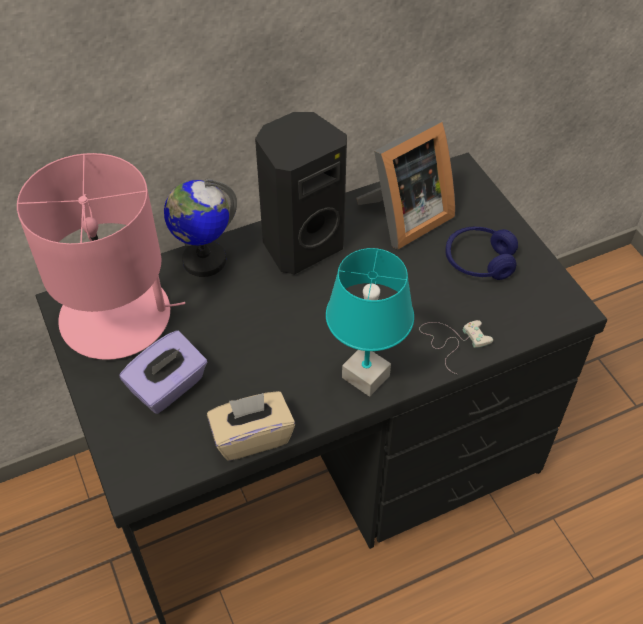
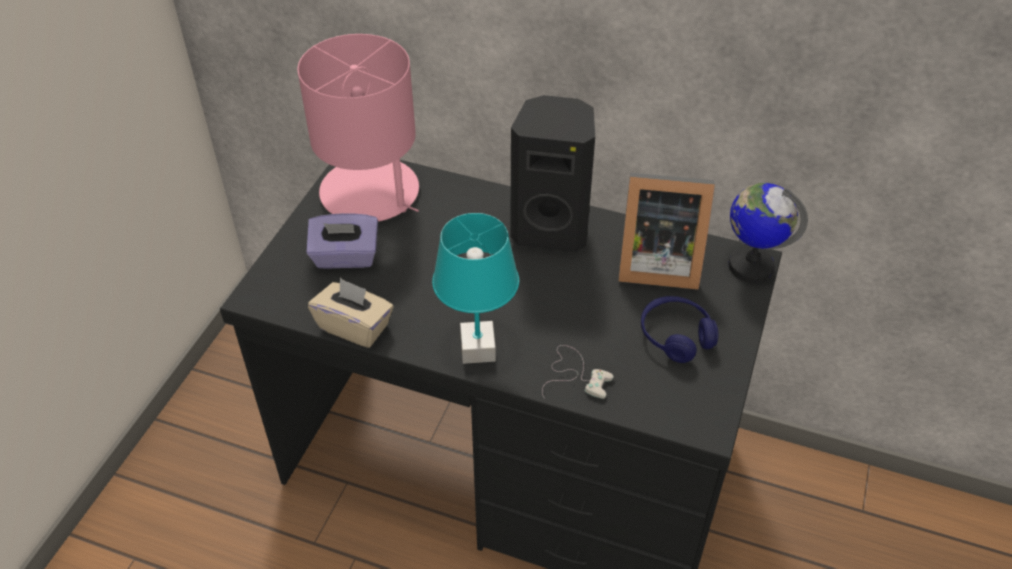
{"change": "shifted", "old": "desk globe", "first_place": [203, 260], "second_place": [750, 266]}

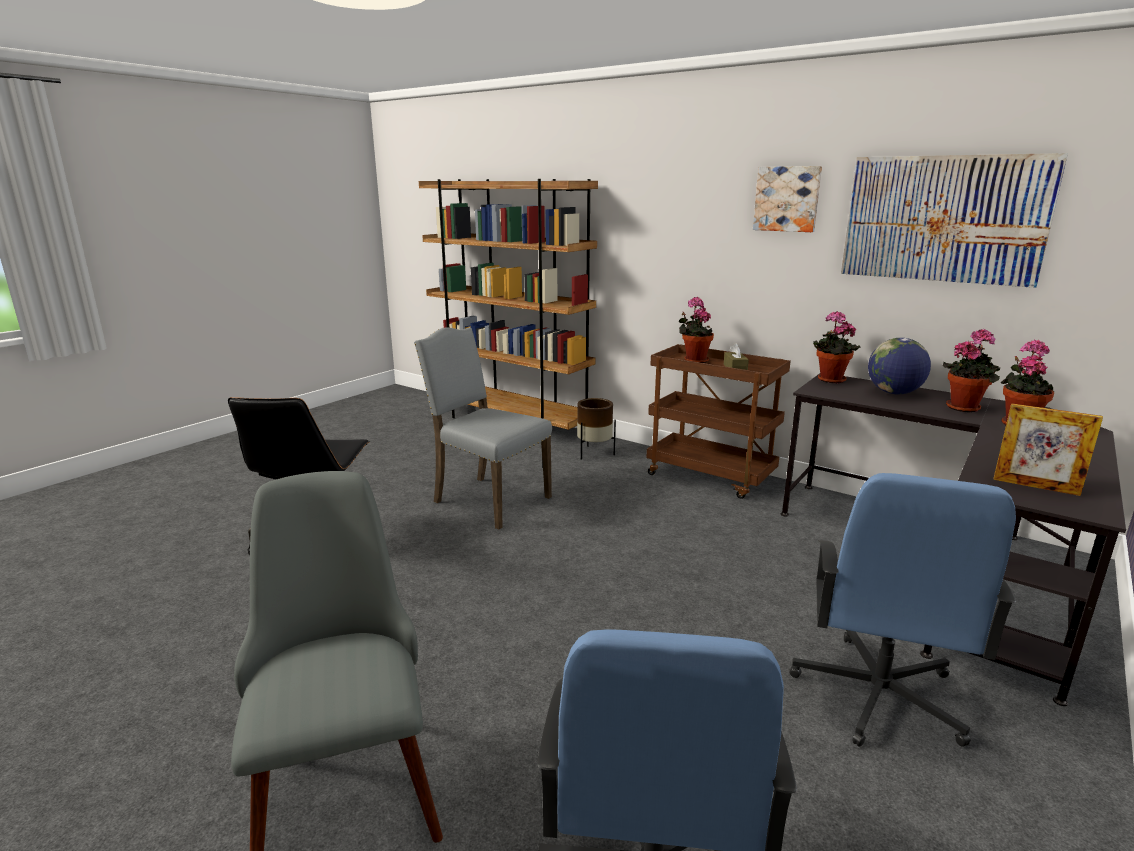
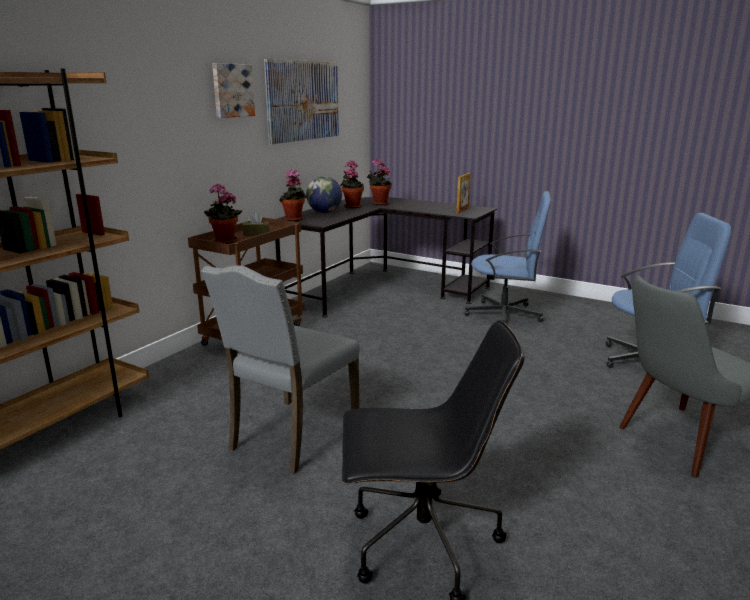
{"change": "gone", "old": "plant pot in brown", "first_place": [594, 453]}

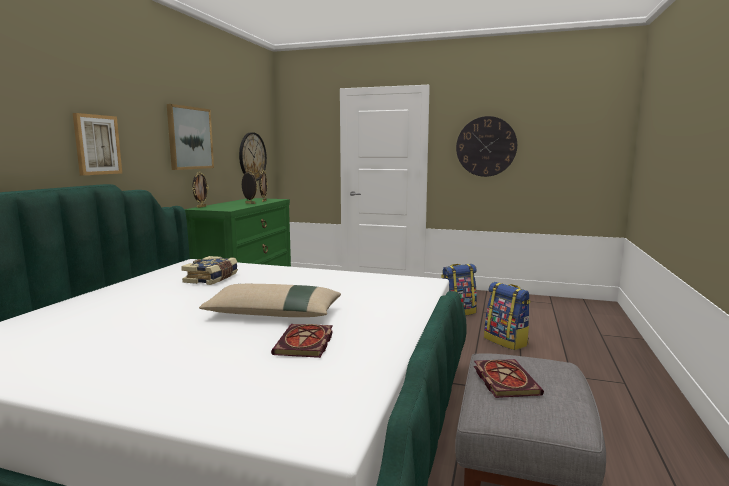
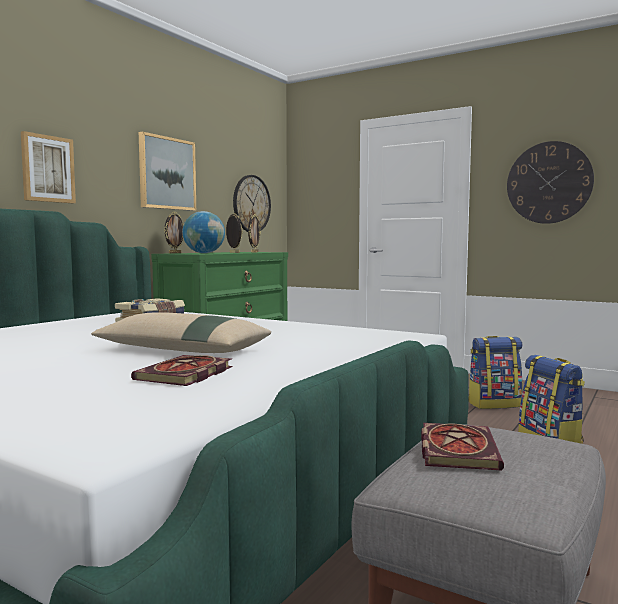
{"change": "new", "new": "desk globe", "second_place": [204, 253]}

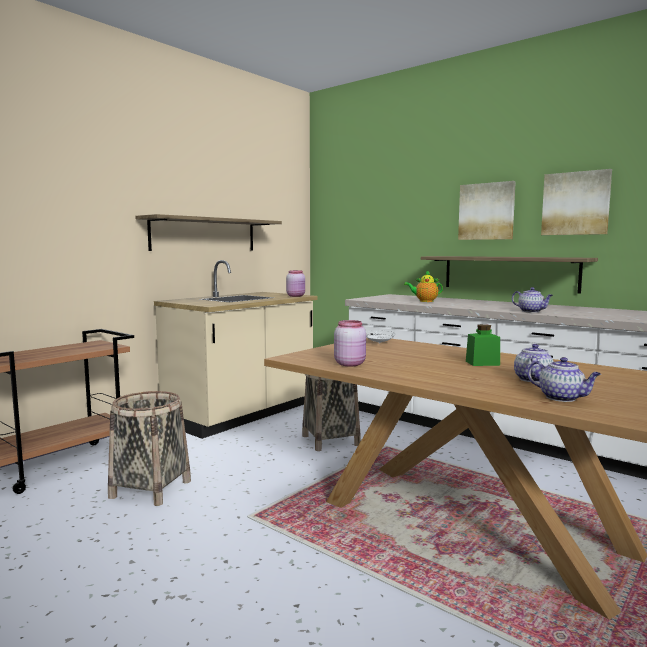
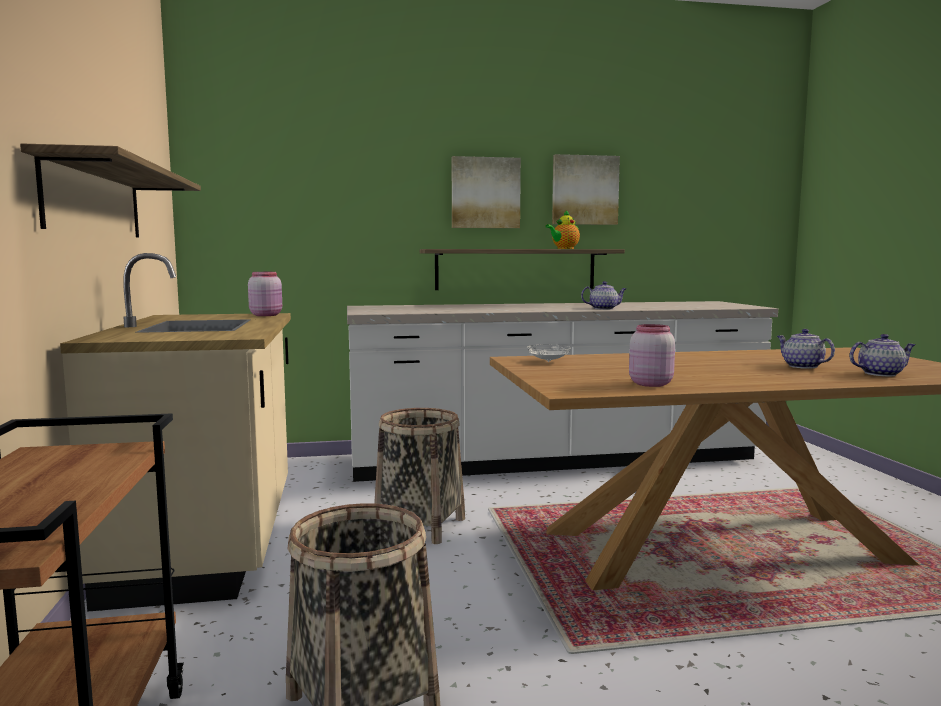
{"change": "shifted", "old": "tea pot", "first_place": [424, 301], "second_place": [564, 249]}
{"change": "gone", "old": "jar in greenish", "first_place": [482, 363]}

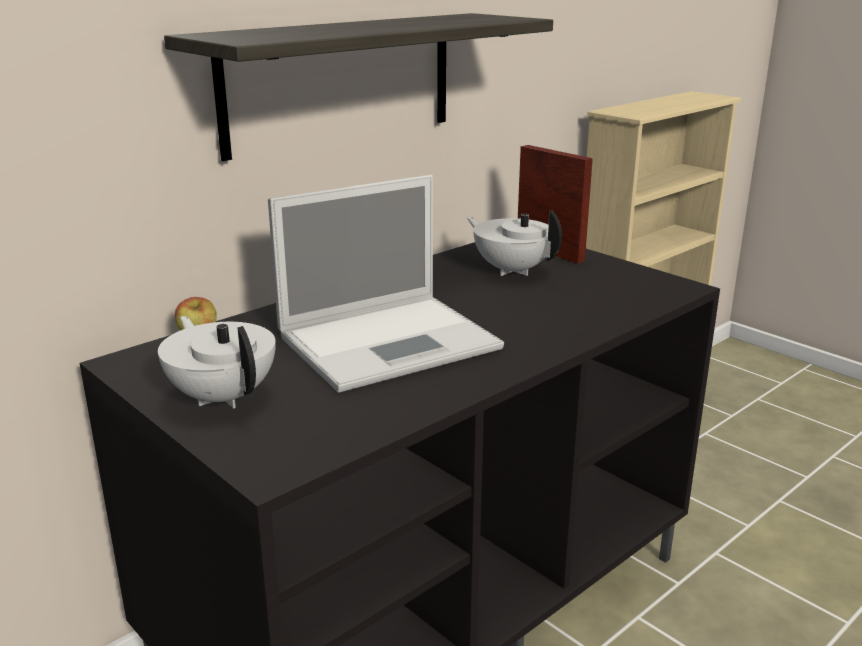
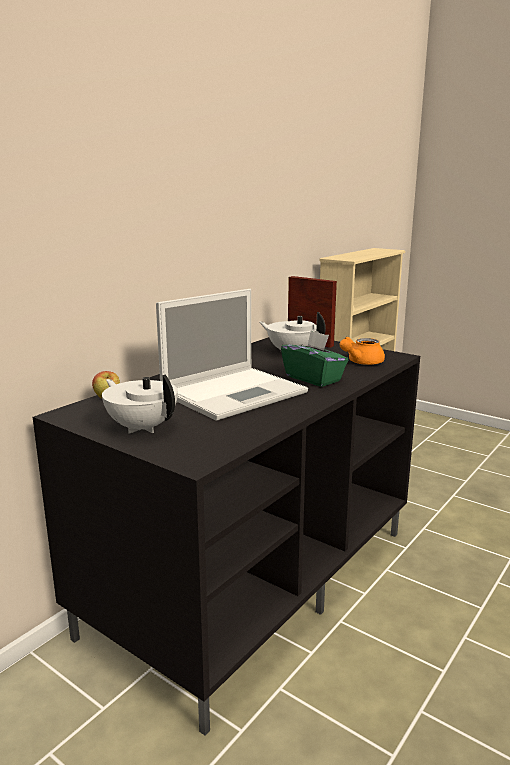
{"change": "gone", "old": "shelf", "first_place": [340, 82]}
{"change": "new", "new": "tissue box in greenish", "second_place": [313, 378]}
{"change": "new", "new": "tea pot in orange", "second_place": [361, 362]}

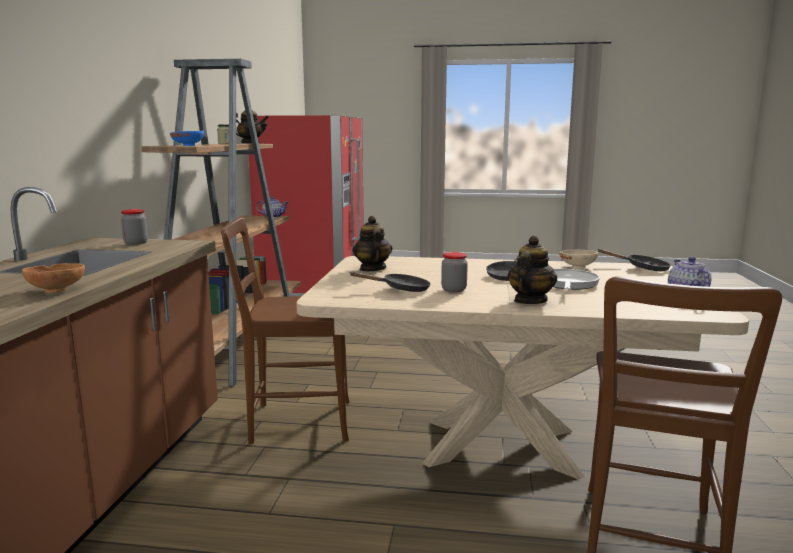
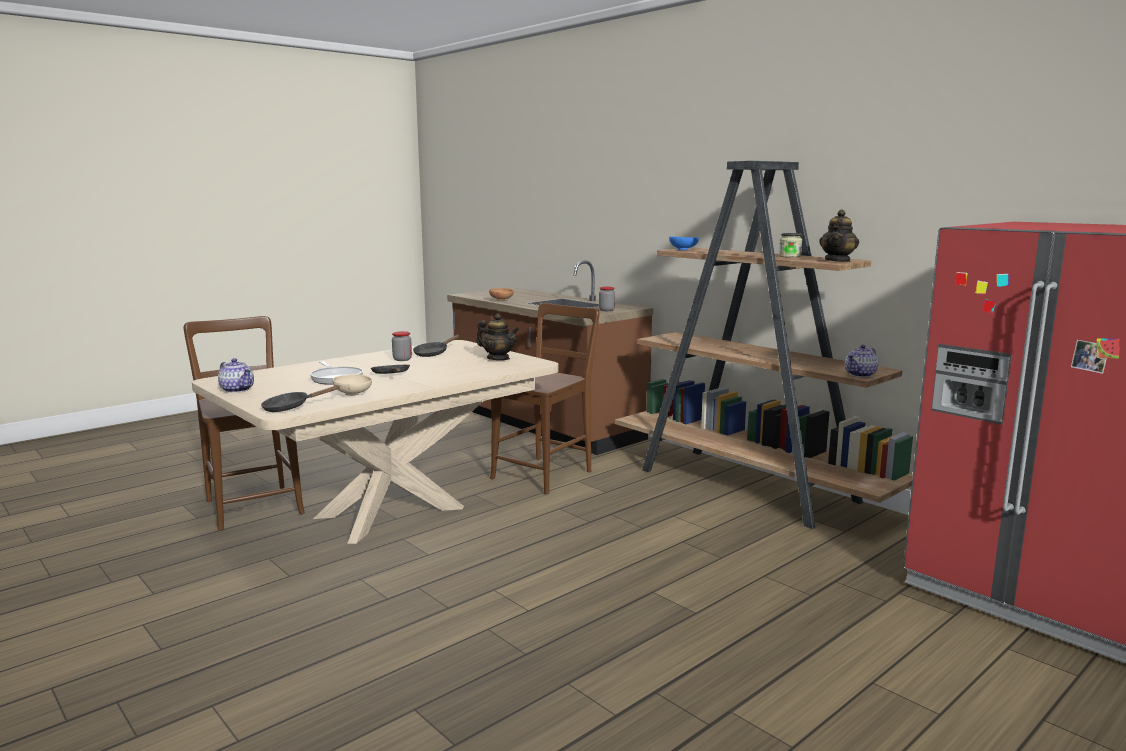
{"change": "gone", "old": "tea pot", "first_place": [530, 301]}

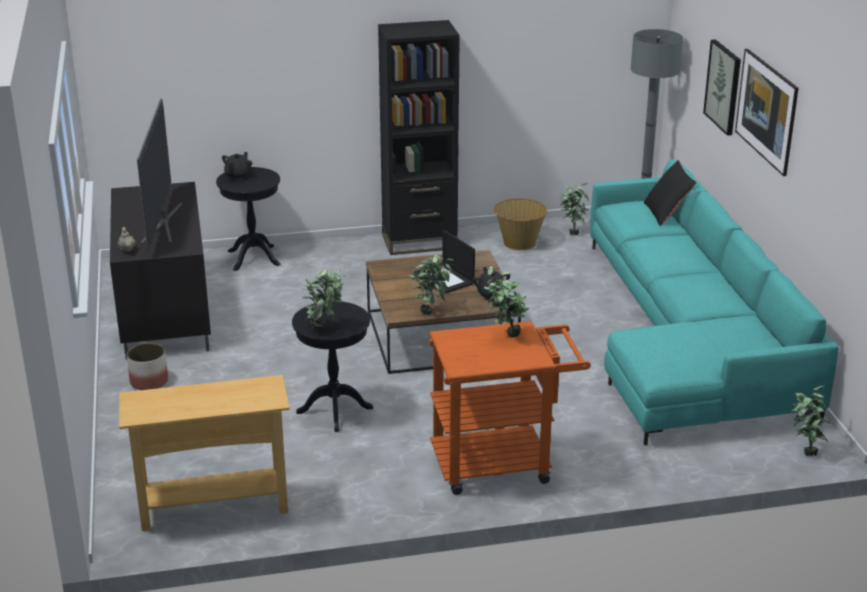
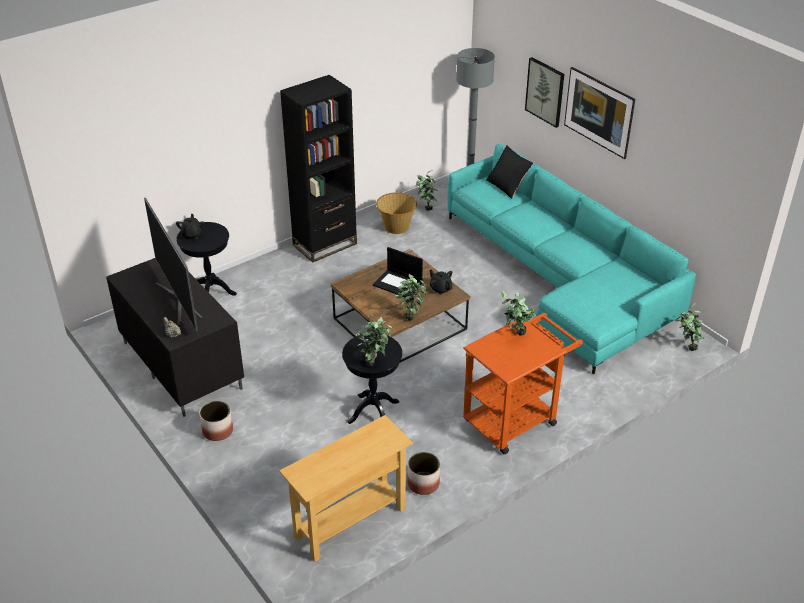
{"change": "new", "new": "plant pot", "second_place": [423, 483]}

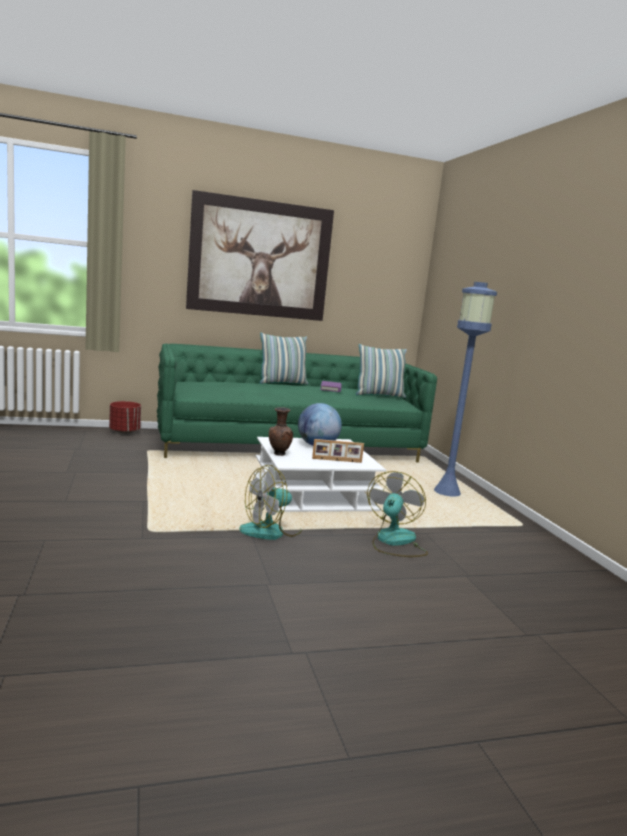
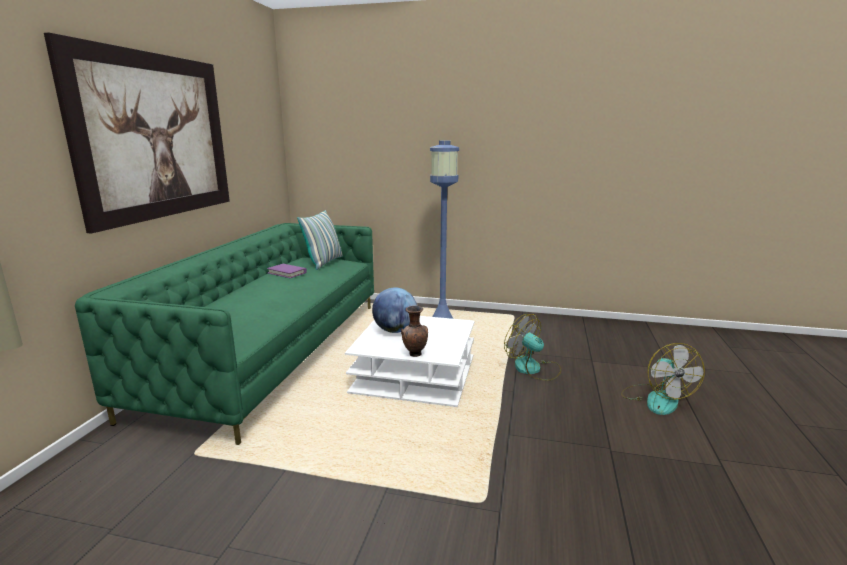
{"change": "gone", "old": "throw pillow", "first_place": [282, 383]}
{"change": "gone", "old": "plant pot in red", "first_place": [125, 432]}
{"change": "gone", "old": "picture frame", "first_place": [337, 460]}
{"change": "shifted", "old": "electric fan", "first_place": [271, 531], "second_place": [656, 399]}

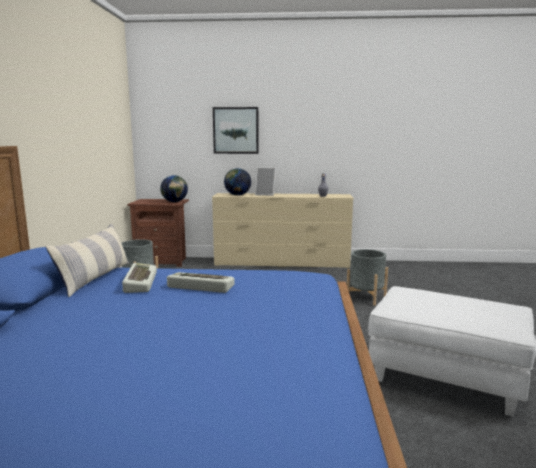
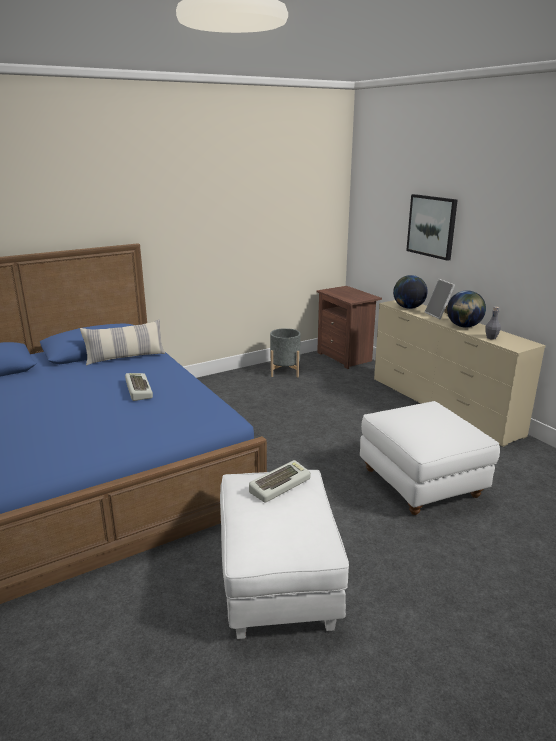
{"change": "shifted", "old": "desk globe", "first_place": [174, 202], "second_place": [464, 326]}
{"change": "swapped", "old": "plant pot in greyish", "new": "footrest in white", "first_place": [366, 297], "second_place": [422, 483]}
{"change": "shifted", "old": "keyboard", "first_place": [139, 282], "second_place": [279, 485]}

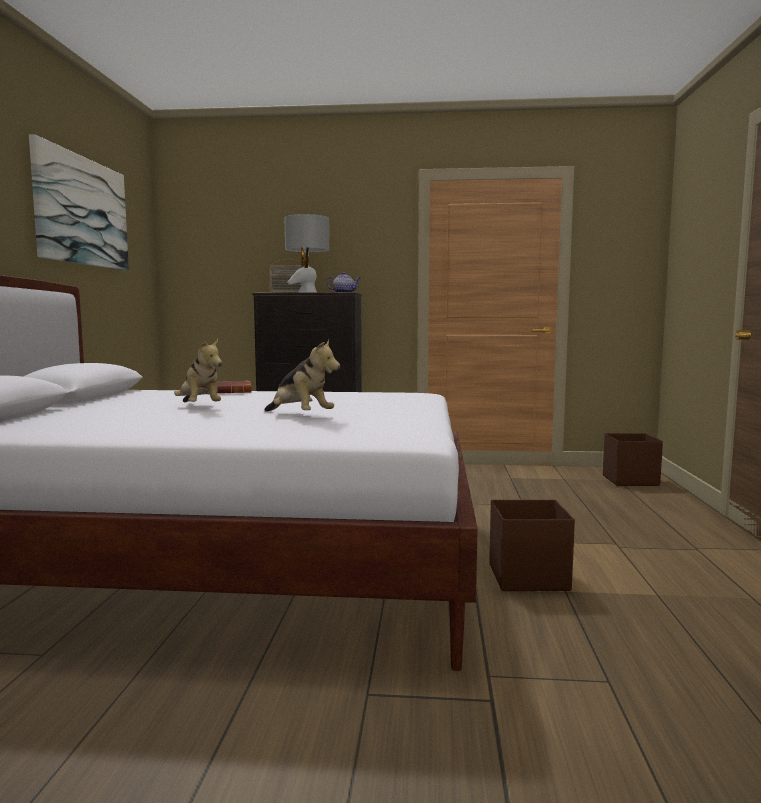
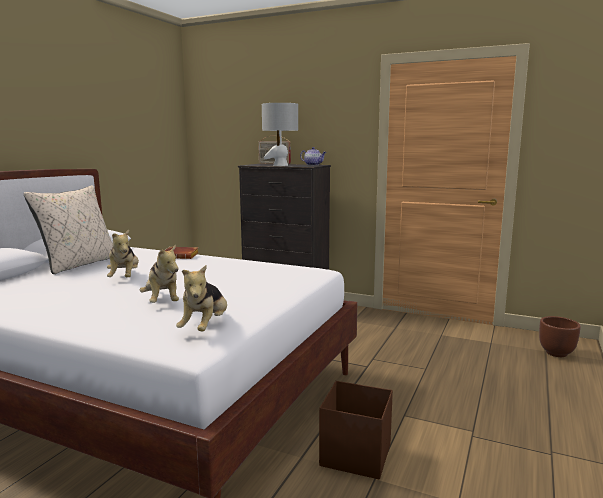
{"change": "gone", "old": "wall picture", "first_place": [82, 211]}
{"change": "swapped", "old": "storage container in brown", "new": "plant pot in brown", "first_place": [629, 480], "second_place": [556, 353]}
{"change": "new", "new": "throw pillow in sand-coloured", "second_place": [79, 264]}
{"change": "new", "new": "soft toy", "second_place": [205, 327]}

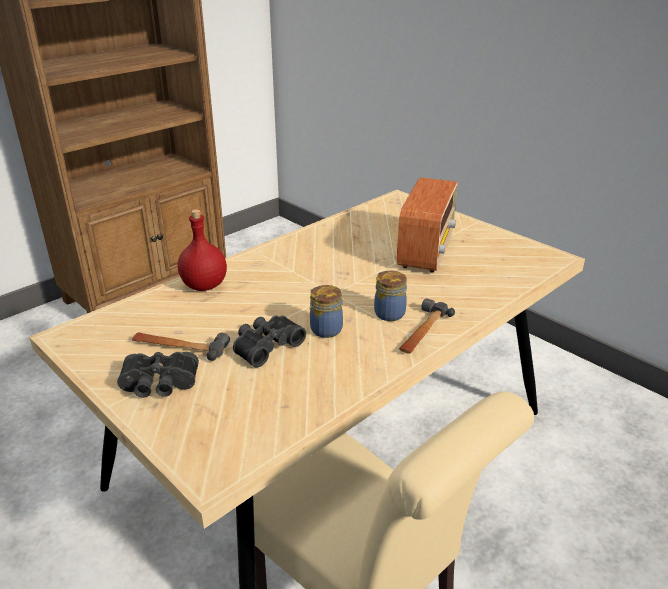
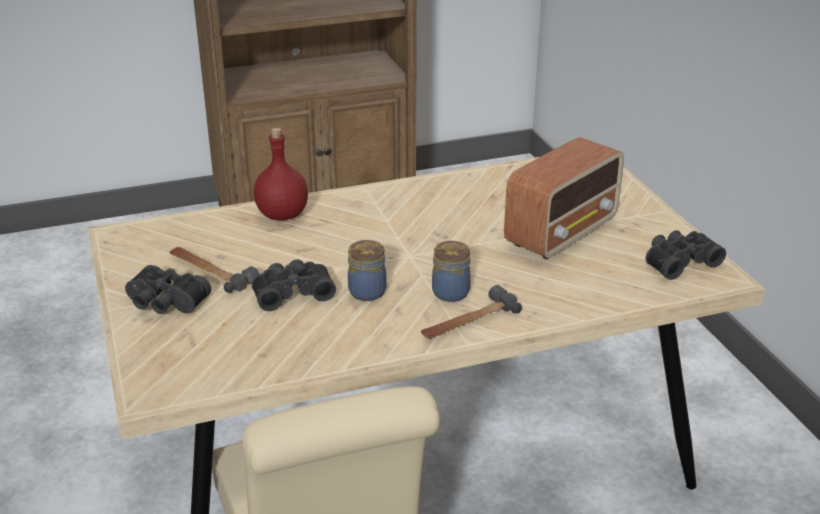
{"change": "new", "new": "pair of binoculars in black", "second_place": [679, 261]}

